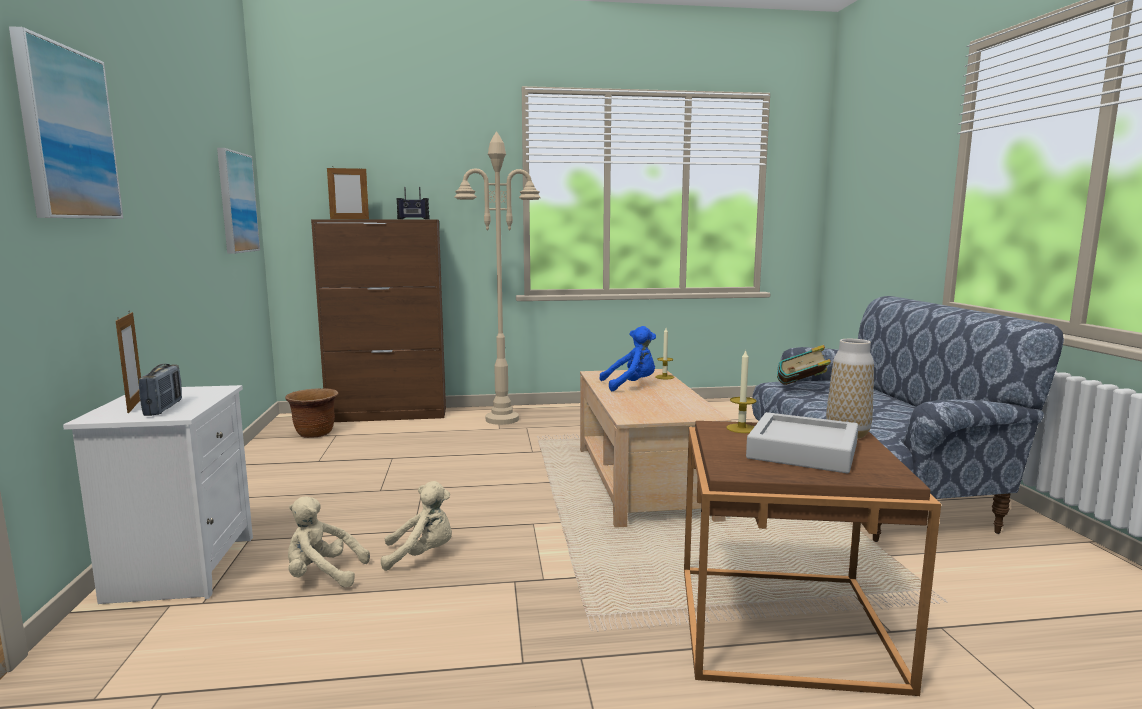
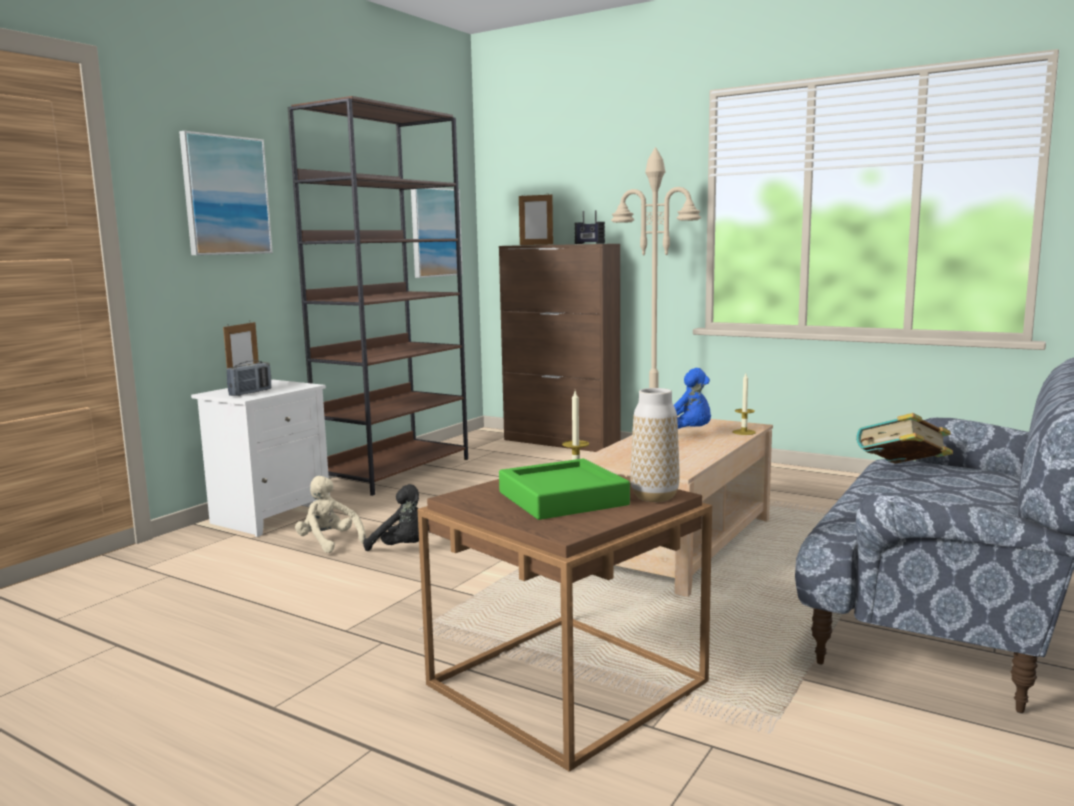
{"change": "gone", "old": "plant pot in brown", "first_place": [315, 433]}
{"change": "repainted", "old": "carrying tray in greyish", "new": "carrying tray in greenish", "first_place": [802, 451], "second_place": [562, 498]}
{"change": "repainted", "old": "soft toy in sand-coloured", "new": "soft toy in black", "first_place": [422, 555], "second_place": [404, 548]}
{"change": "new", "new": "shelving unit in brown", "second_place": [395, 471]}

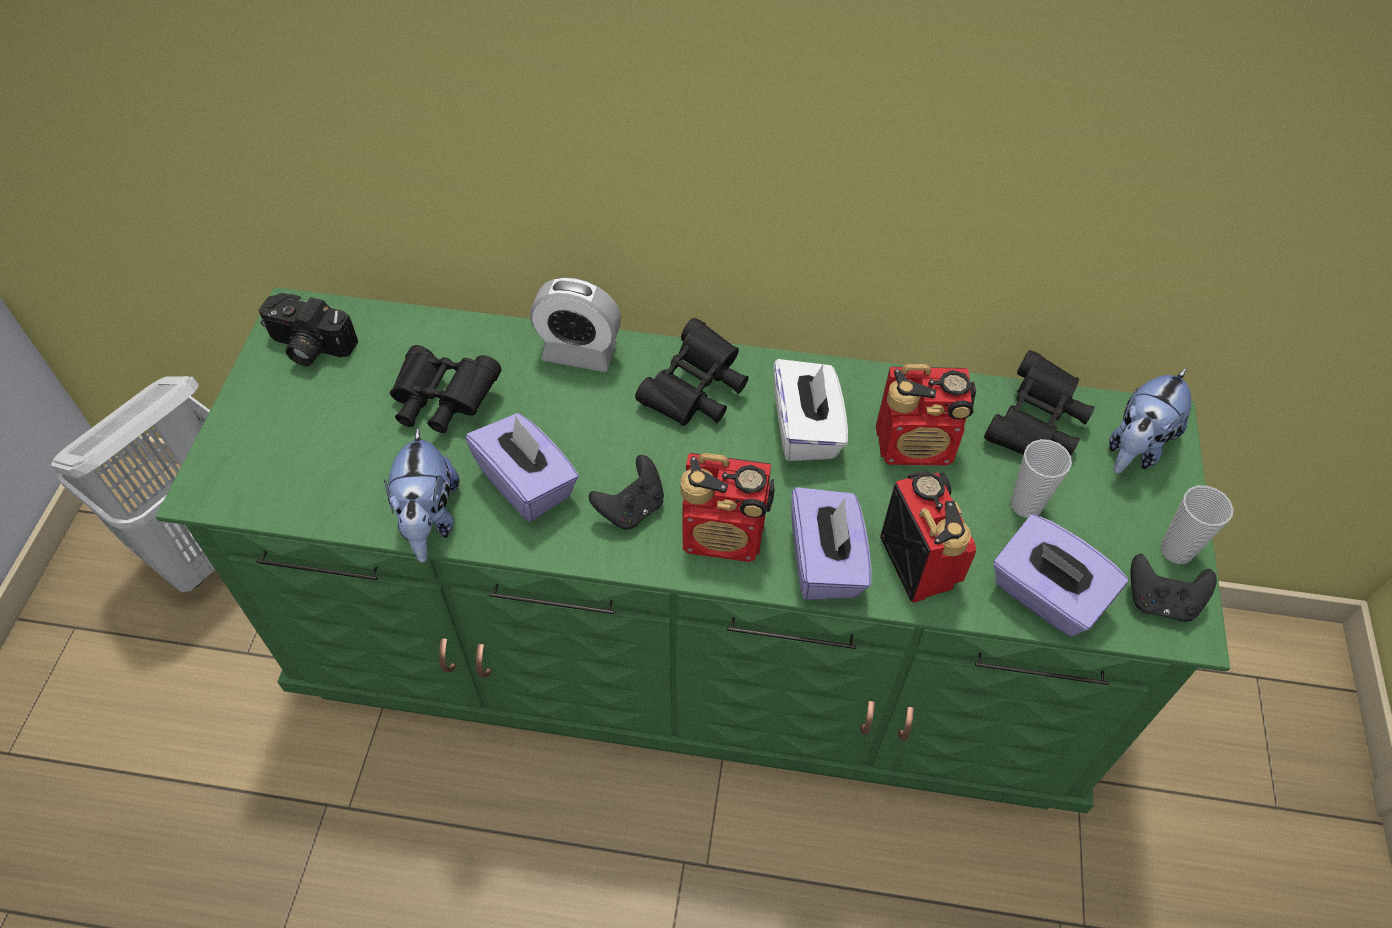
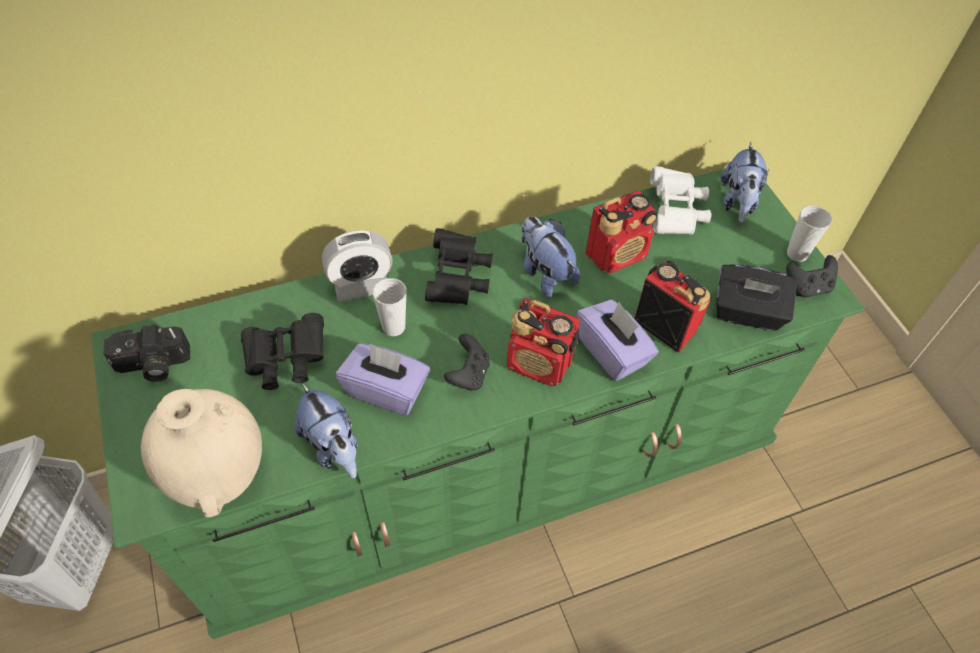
{"change": "repainted", "old": "pair of binoculars in black", "new": "pair of binoculars in white", "first_place": [1035, 425], "second_place": [676, 213]}
{"change": "swapped", "old": "tissue box in white", "new": "soft toy", "first_place": [806, 429], "second_place": [545, 273]}
{"change": "shifted", "old": "cup", "first_place": [1026, 505], "second_place": [394, 327]}
{"change": "rotated", "old": "radio set", "first_place": [724, 536], "second_place": [540, 364], "degrees": 45}
{"change": "repainted", "old": "tissue box in purplish", "new": "tissue box in black", "first_place": [1045, 595], "second_place": [747, 313]}
{"change": "new", "new": "decorative vase in sand-coloured", "second_place": [218, 474]}

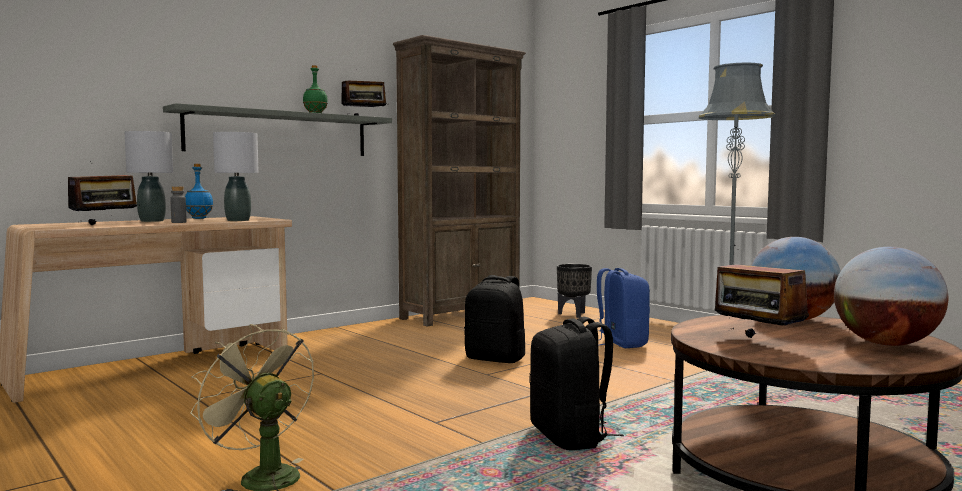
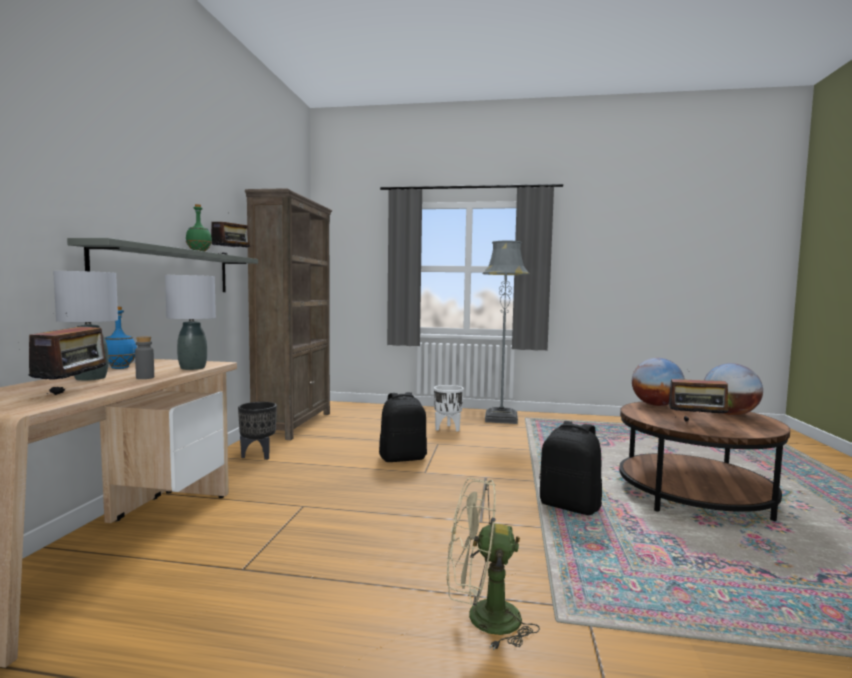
{"change": "shifted", "old": "plant pot in black", "first_place": [574, 314], "second_place": [258, 455]}
{"change": "swapped", "old": "rucksack in blue-coloured", "new": "plant pot in white", "first_place": [620, 343], "second_place": [447, 429]}

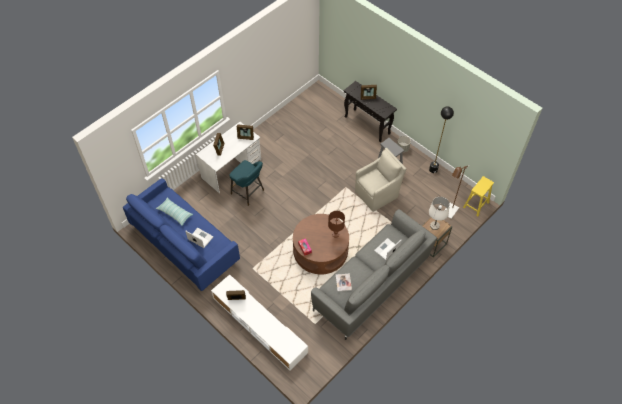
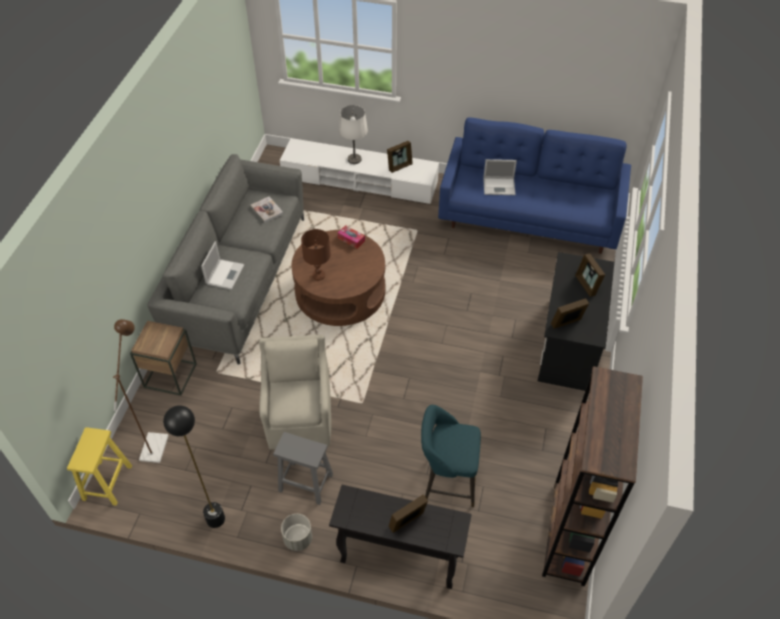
{"change": "repainted", "old": "desk table in white", "new": "desk table in black", "first_place": [231, 169], "second_place": [568, 343]}
{"change": "rotated", "old": "armchair in sand-coloured", "first_place": [377, 193], "second_place": [300, 418], "degrees": 150}
{"change": "shifted", "old": "stool seat in turquoise-coloured", "first_place": [249, 193], "second_place": [447, 480]}
{"change": "shifted", "old": "lamp for a table in white", "first_place": [434, 226], "second_place": [354, 159]}
{"change": "gone", "old": "throw pillow", "first_place": [175, 213]}
{"change": "new", "new": "shelving unit in brown", "second_place": [568, 534]}

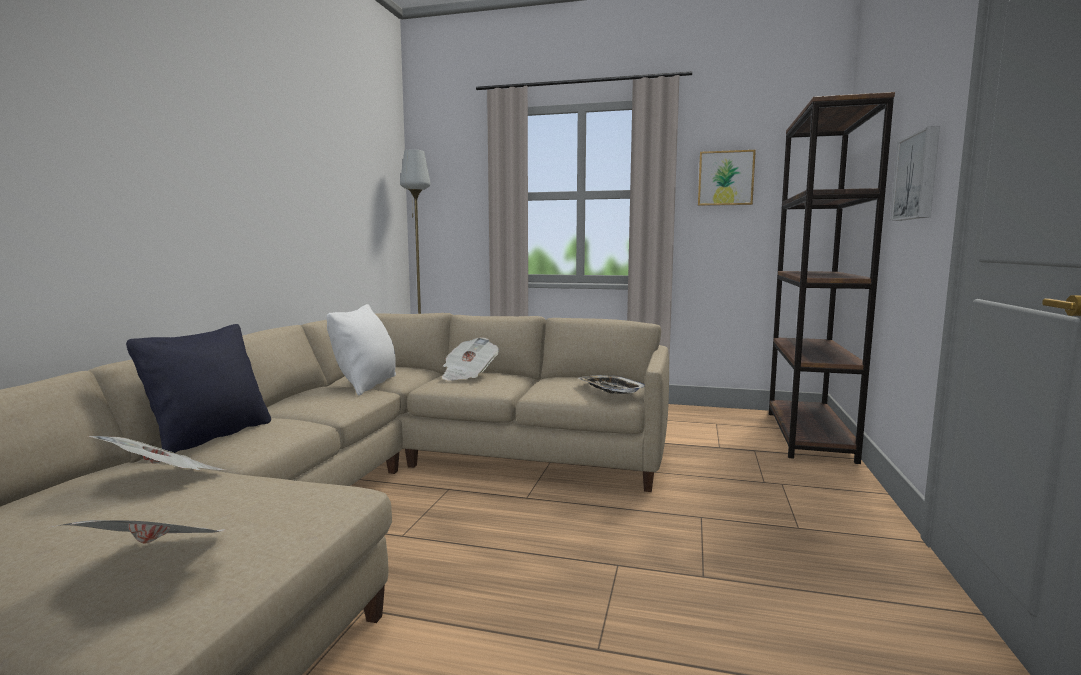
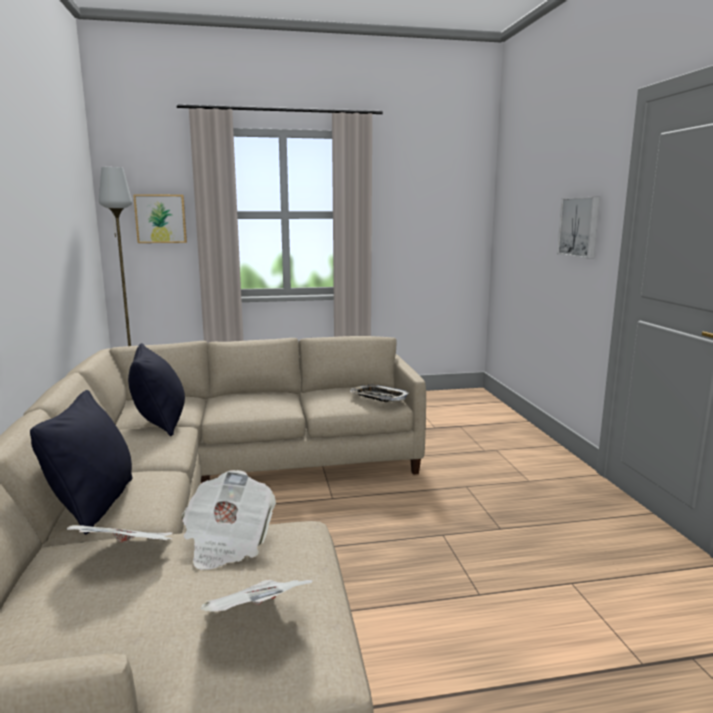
{"change": "gone", "old": "shelving unit in brown", "first_place": [808, 436]}
{"change": "shifted", "old": "wall picture", "first_place": [725, 178], "second_place": [161, 218]}
{"change": "repainted", "old": "throw pillow in white", "new": "throw pillow in black", "first_place": [367, 385], "second_place": [160, 423]}
{"change": "shifted", "old": "daily paper", "first_place": [468, 375], "second_place": [227, 542]}

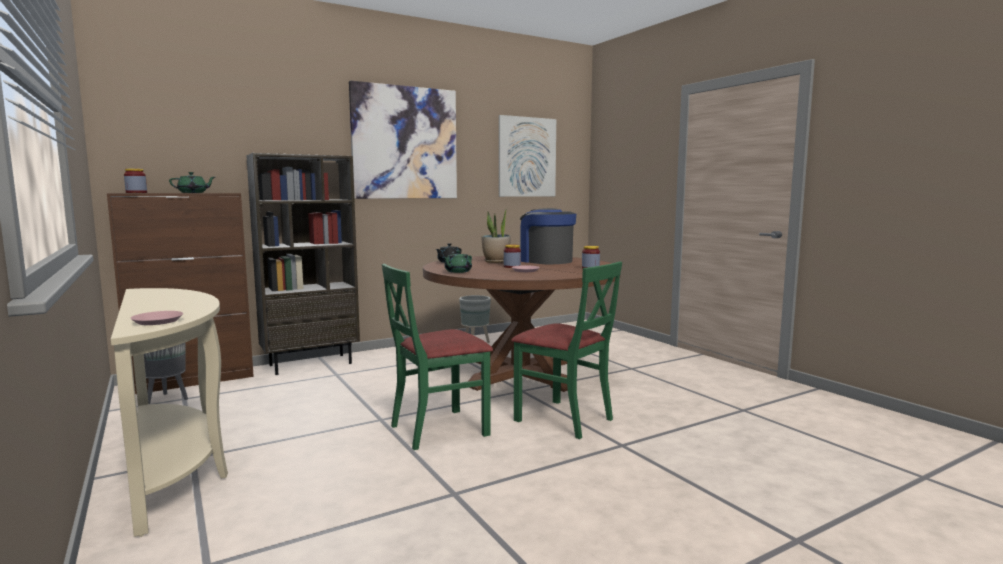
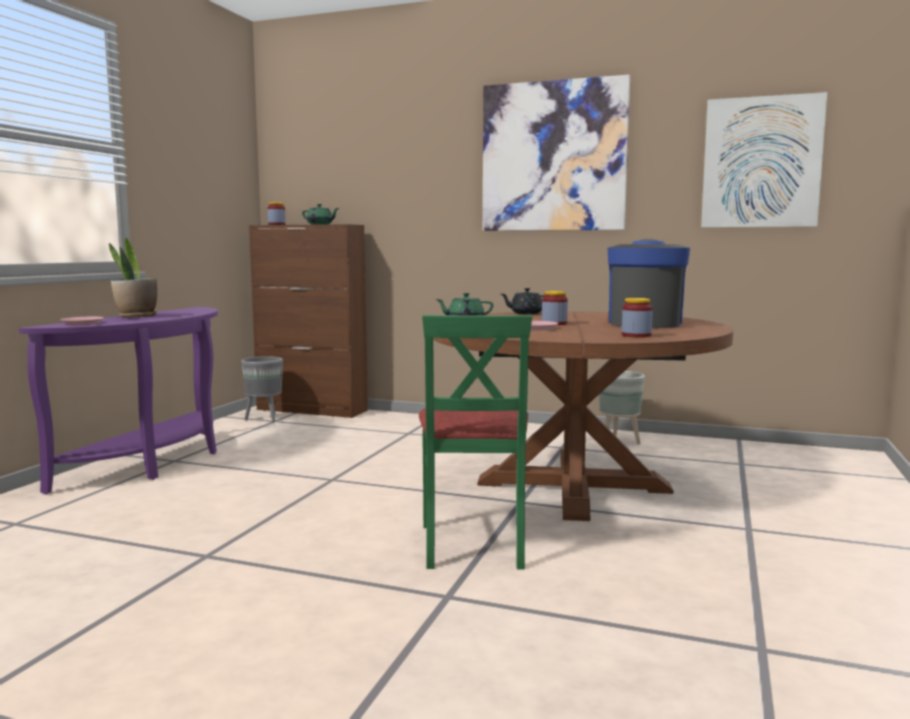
{"change": "gone", "old": "shelving unit in brown", "first_place": [311, 364]}
{"change": "shifted", "old": "houseplant", "first_place": [496, 261], "second_place": [136, 316]}
{"change": "gone", "old": "plain chair in greenish", "first_place": [439, 429]}
{"change": "repainted", "old": "hall table in sand-coloured", "new": "hall table in purplish", "first_place": [178, 466], "second_place": [157, 462]}

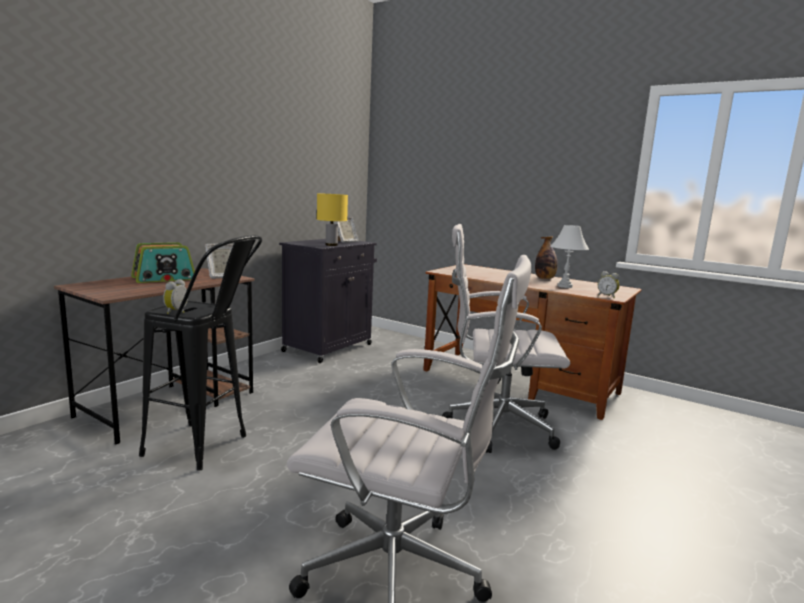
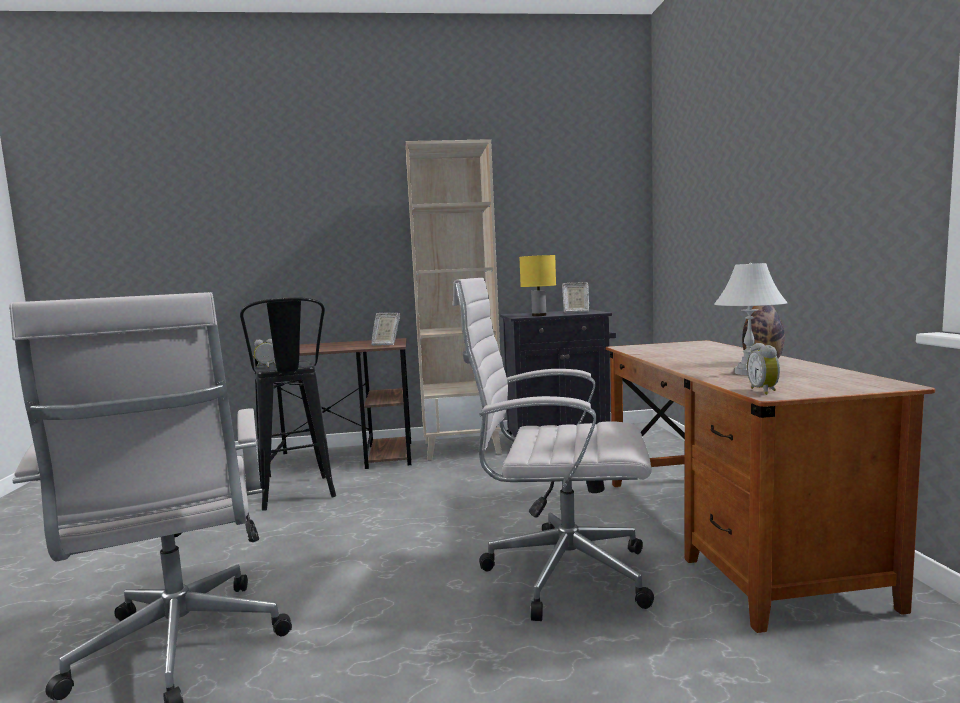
{"change": "rotated", "old": "desk chair in white", "first_place": [495, 426], "second_place": [559, 572], "degrees": -45}
{"change": "gone", "old": "radio set", "first_place": [164, 278]}
{"change": "new", "new": "shelving unit in sand-coloured", "second_place": [462, 447]}

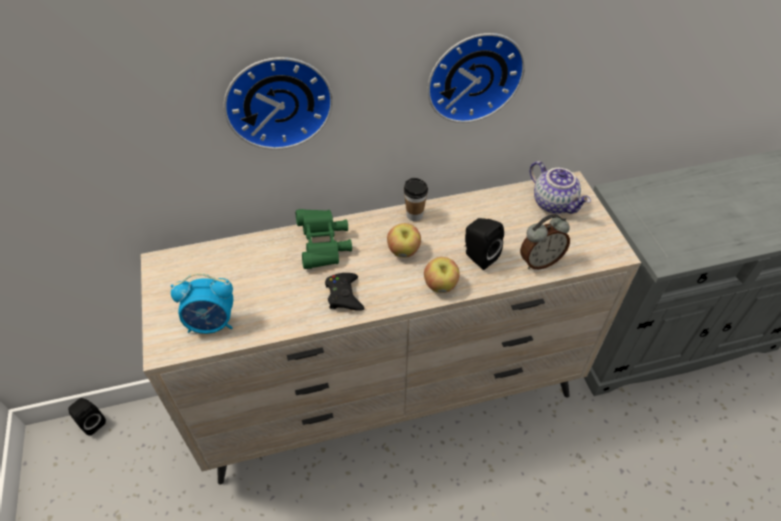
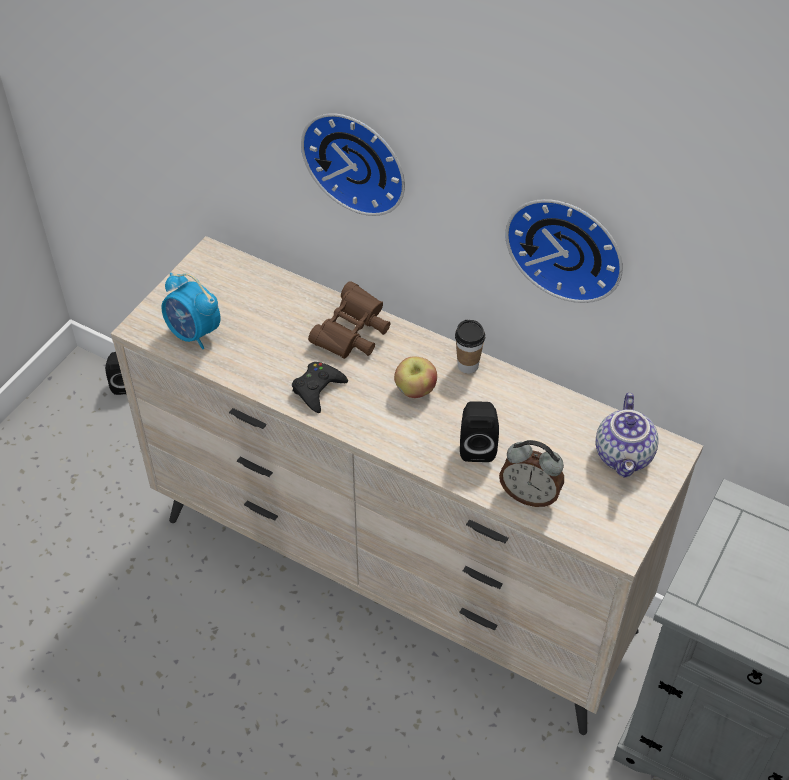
{"change": "repainted", "old": "pair of binoculars in greenish", "new": "pair of binoculars in brown", "first_place": [324, 246], "second_place": [352, 335]}
{"change": "gone", "old": "apple", "first_place": [440, 285]}

